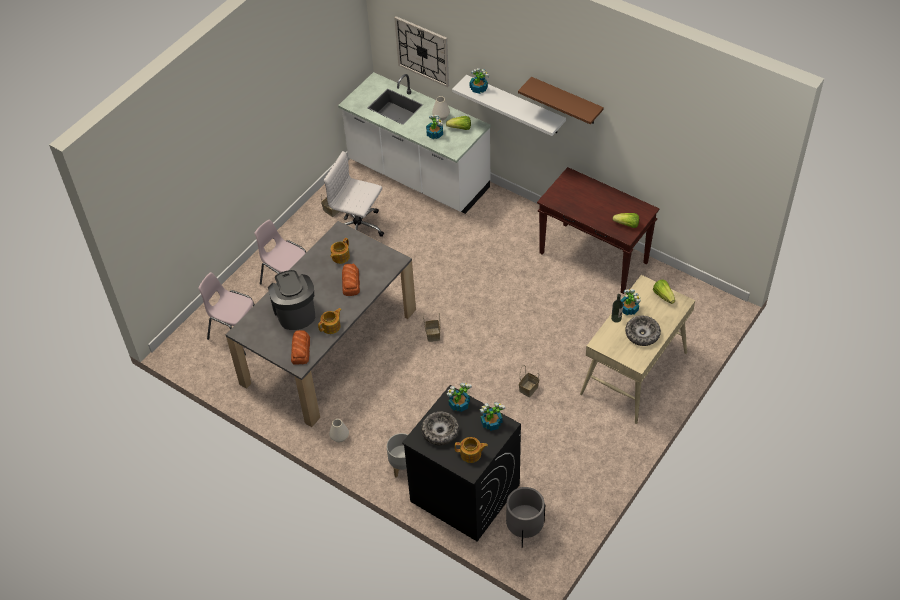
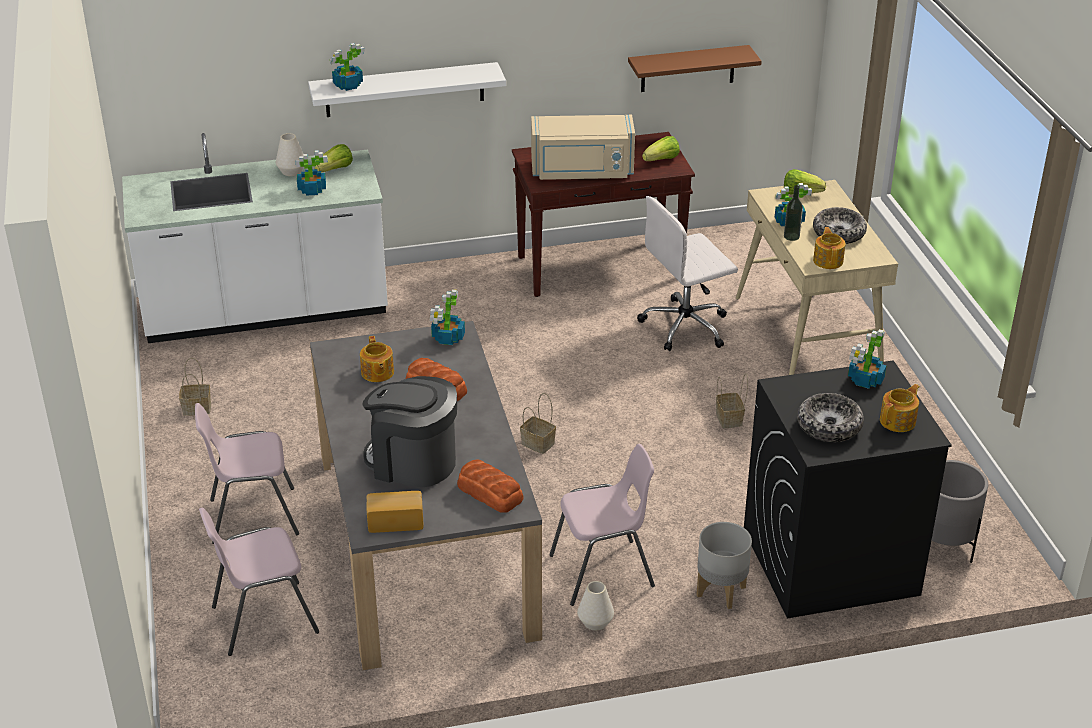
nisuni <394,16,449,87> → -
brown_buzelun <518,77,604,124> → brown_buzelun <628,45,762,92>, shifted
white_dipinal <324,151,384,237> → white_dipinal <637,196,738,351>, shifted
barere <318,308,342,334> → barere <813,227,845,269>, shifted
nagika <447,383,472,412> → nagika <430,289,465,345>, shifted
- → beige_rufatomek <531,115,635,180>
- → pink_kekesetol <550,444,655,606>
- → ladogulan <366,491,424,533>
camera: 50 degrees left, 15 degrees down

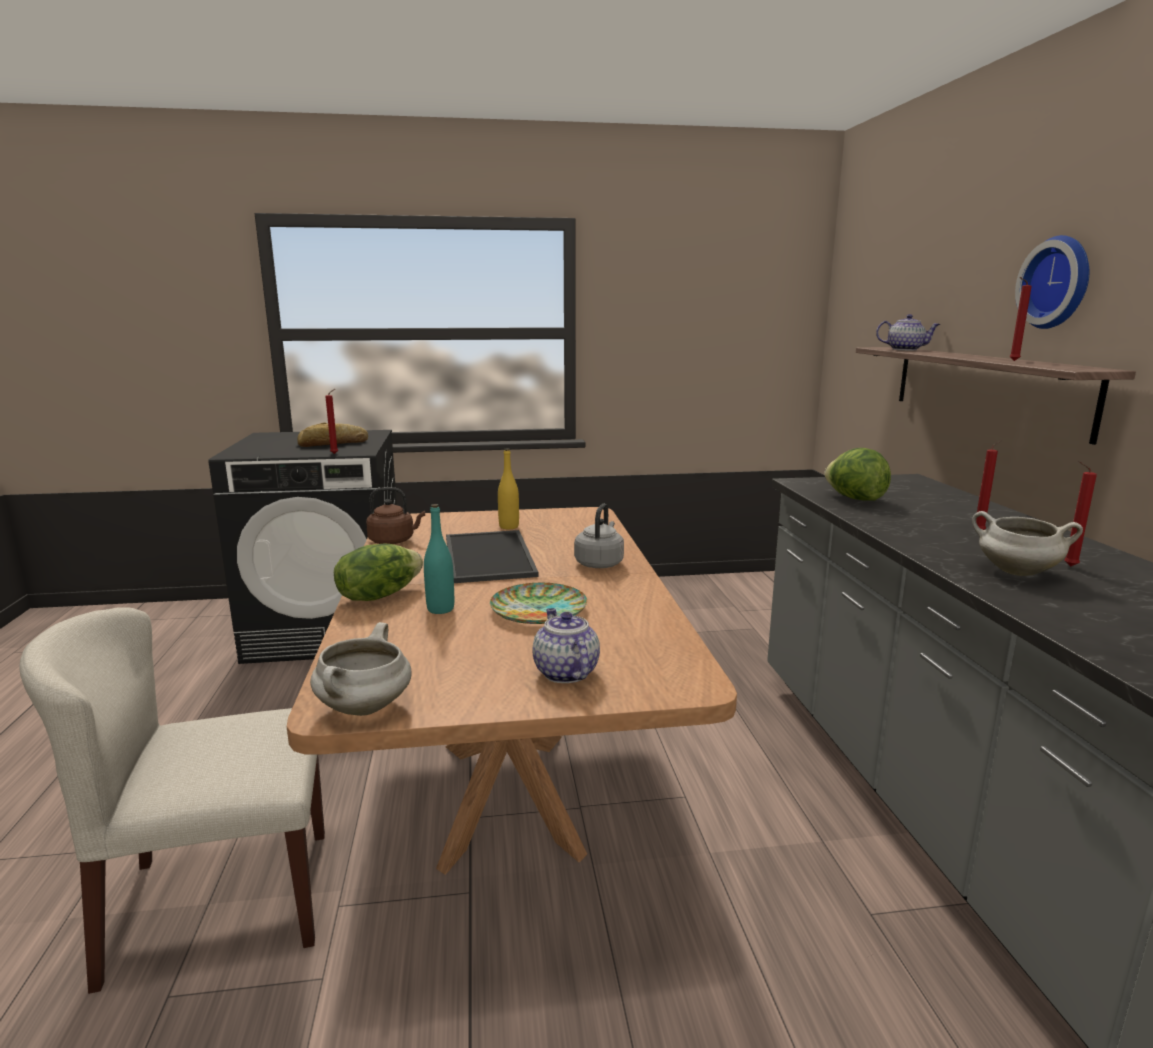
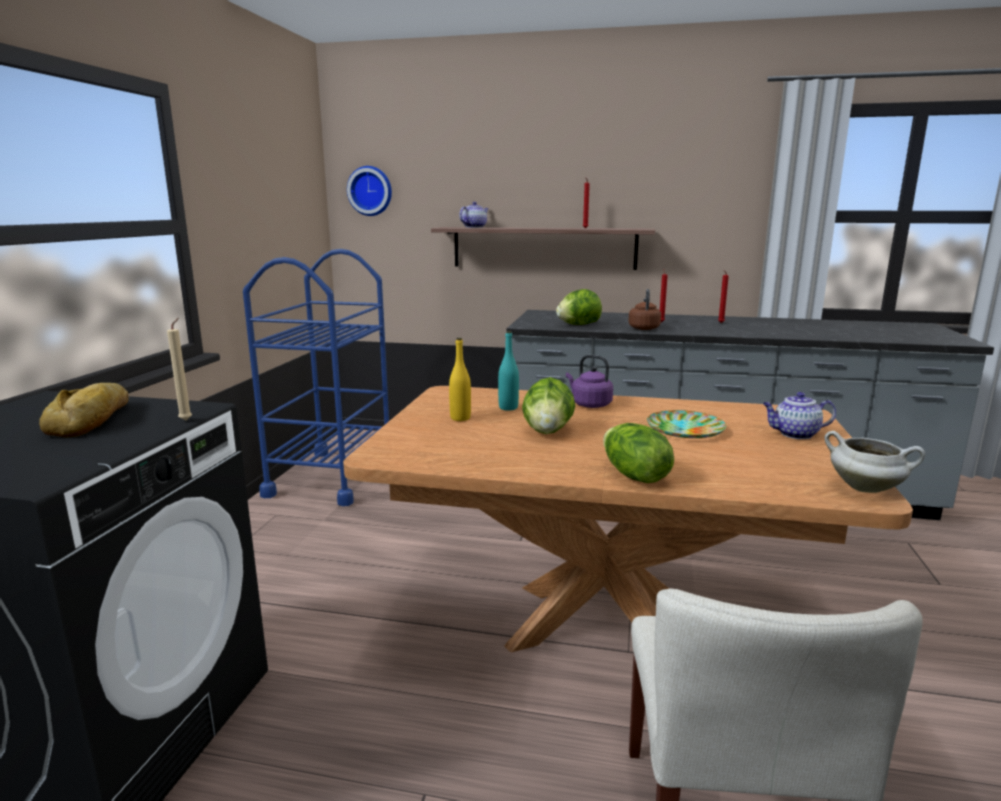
nisuni <1015,235,1089,329> → nisuni <347,166,392,216>, shifted
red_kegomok <325,389,338,454> → beige_kegomok <167,318,192,421>
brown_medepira <366,487,425,544> → brown_medepira <628,289,661,330>, shifted
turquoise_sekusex <424,504,454,614> → turquoise_sekusex <498,331,519,411>, shifted
grey_medepira <574,504,624,568> → purple_medepira <566,355,613,408>
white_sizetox <972,511,1083,576> → -
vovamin <446,530,539,583> → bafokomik <522,377,575,434>
- → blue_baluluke <243,249,389,506>
camera: 70 degrees left, 0 degrees up

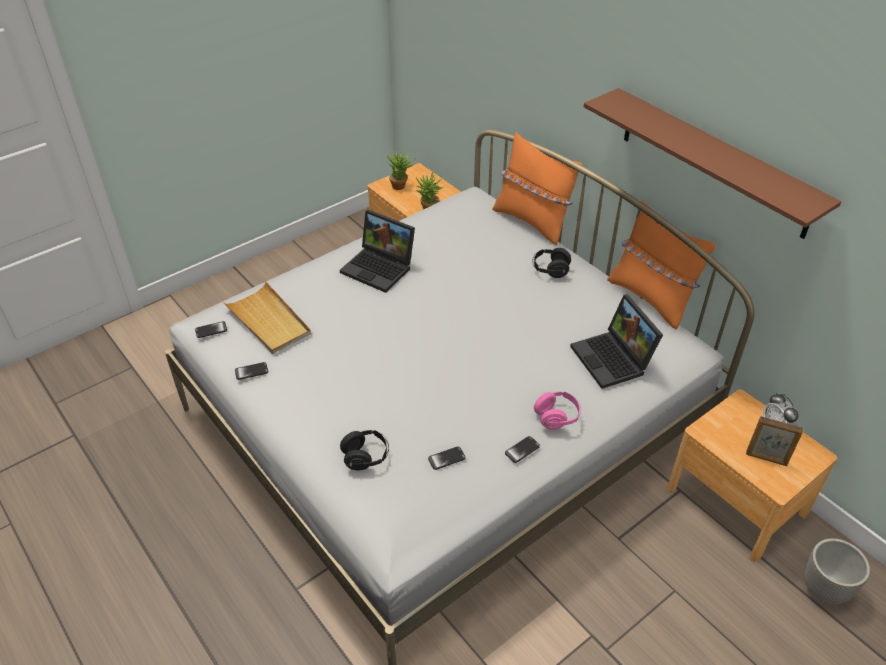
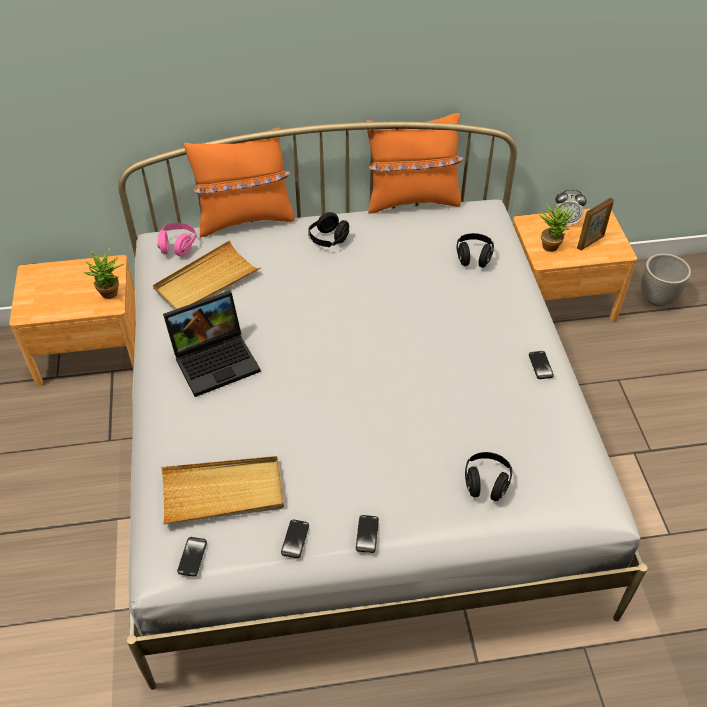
brown_buzelun <584,88,841,239> → -
nagika <387,149,416,190> → nagika <539,204,575,252>, shifted
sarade <570,294,663,389> → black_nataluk <456,233,494,268>
pink_nataluk <534,391,581,430> → pink_nataluk <157,223,197,257>, shifted
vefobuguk <428,446,465,470> → vefobuguk <356,515,379,553>, shifted
- → beige_vovamin <153,240,261,310>
camera: 60 degrees left, 5 degrees up

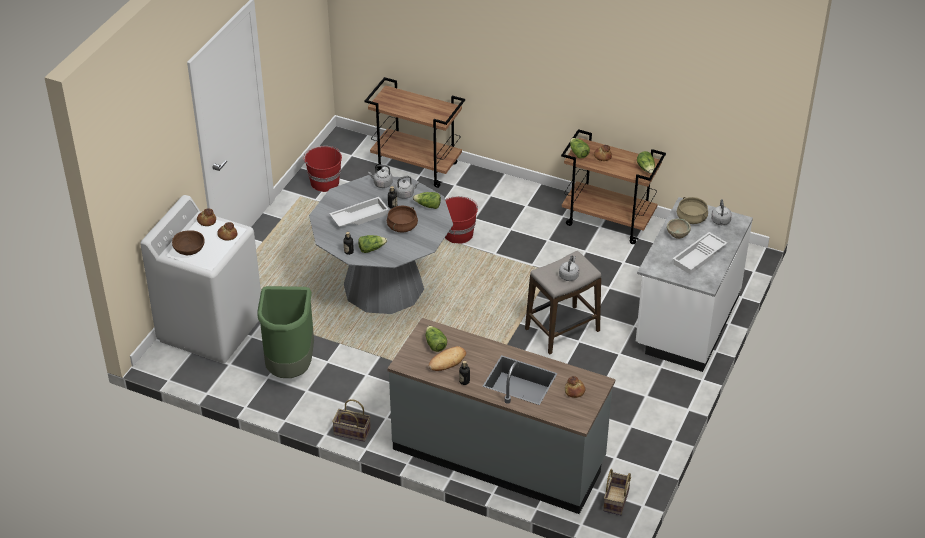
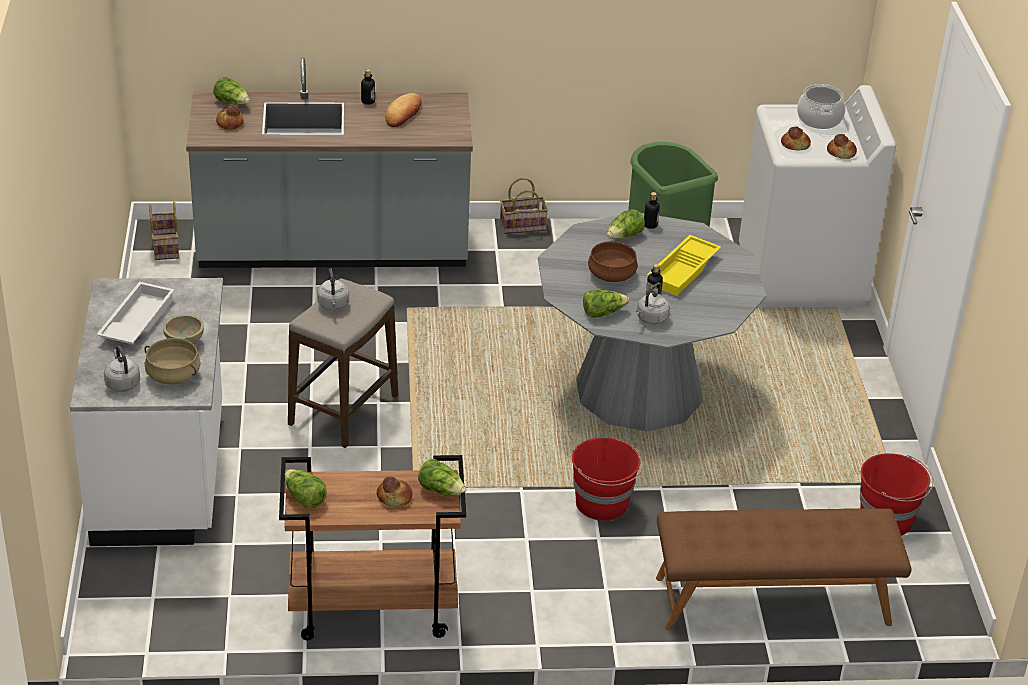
brown_baluluke <365,77,465,188> → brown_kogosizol <656,508,911,630>
grey_medepira <368,165,393,188> → -
white_vovamin <329,197,389,227> → yellow_vovamin <647,235,721,296>
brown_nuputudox <172,230,205,255> → sizetox <797,84,845,129>
bafokomik <426,326,447,352> → bafokomik <213,77,250,105>, shifted
camera: 150 degrees right, 5 degrees down

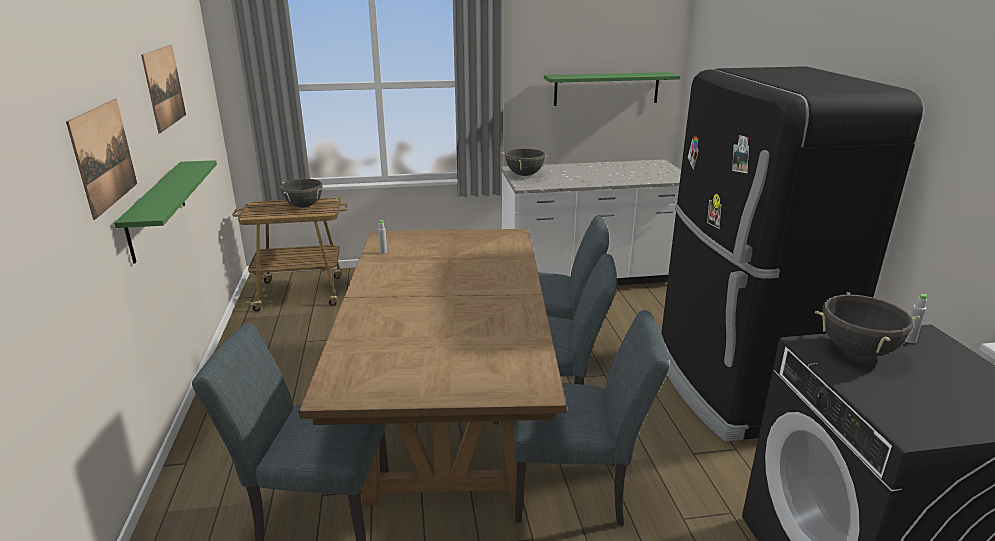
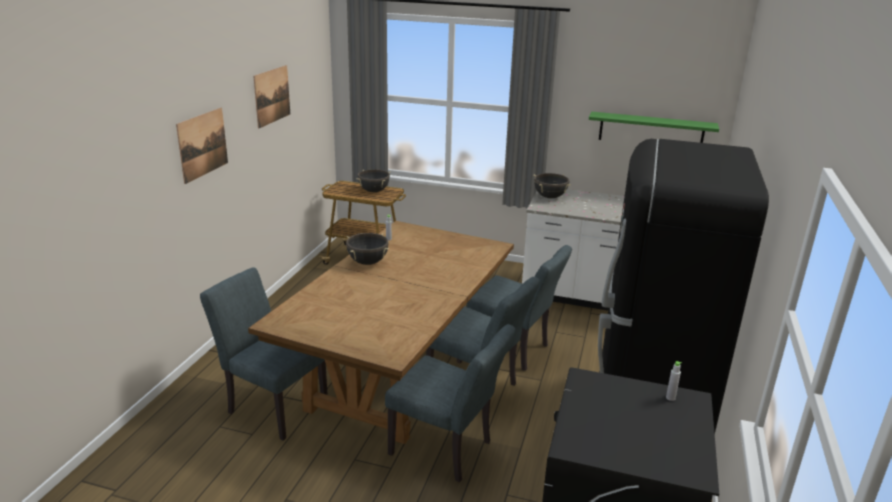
green_buzelun <114,160,217,264> → -
black_sizetox <815,292,920,357> → black_sizetox <346,233,389,265>, shifted
camera: 25 degrees right, 0 degrees up

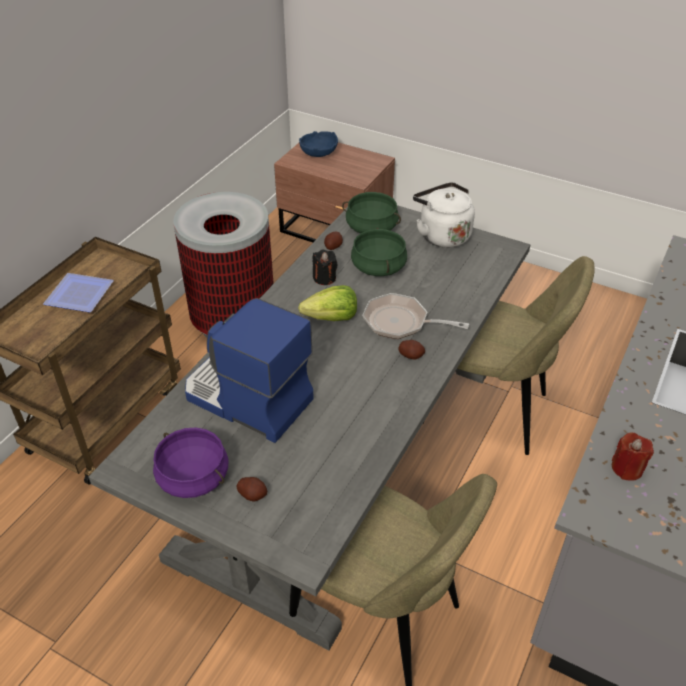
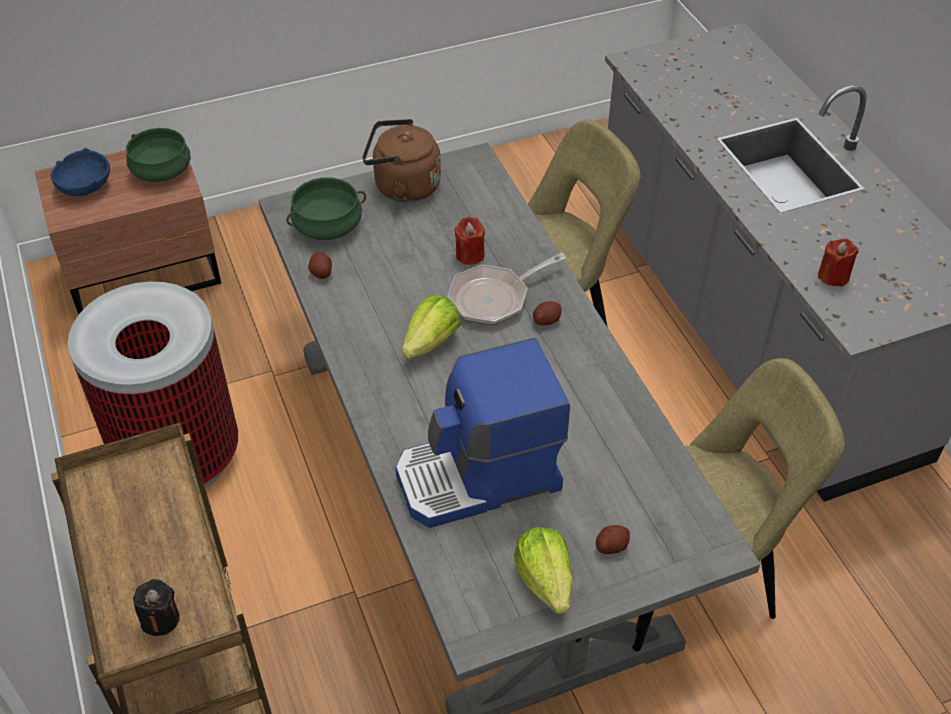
white_medepira <413,182,475,248> → brown_medepira <362,119,441,202>
green_sizetox <351,228,407,276> → green_sizetox <126,128,191,182>, shifted
black_kegomok <313,249,338,285> → black_kegomok <133,579,180,636>, shifted
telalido <43,273,114,313> → -
purple_sizetox <153,427,228,498> → bafokomik <514,527,573,614>
- → red_kegomok <454,217,485,265>
camera: 50 degrees left, 5 degrees up

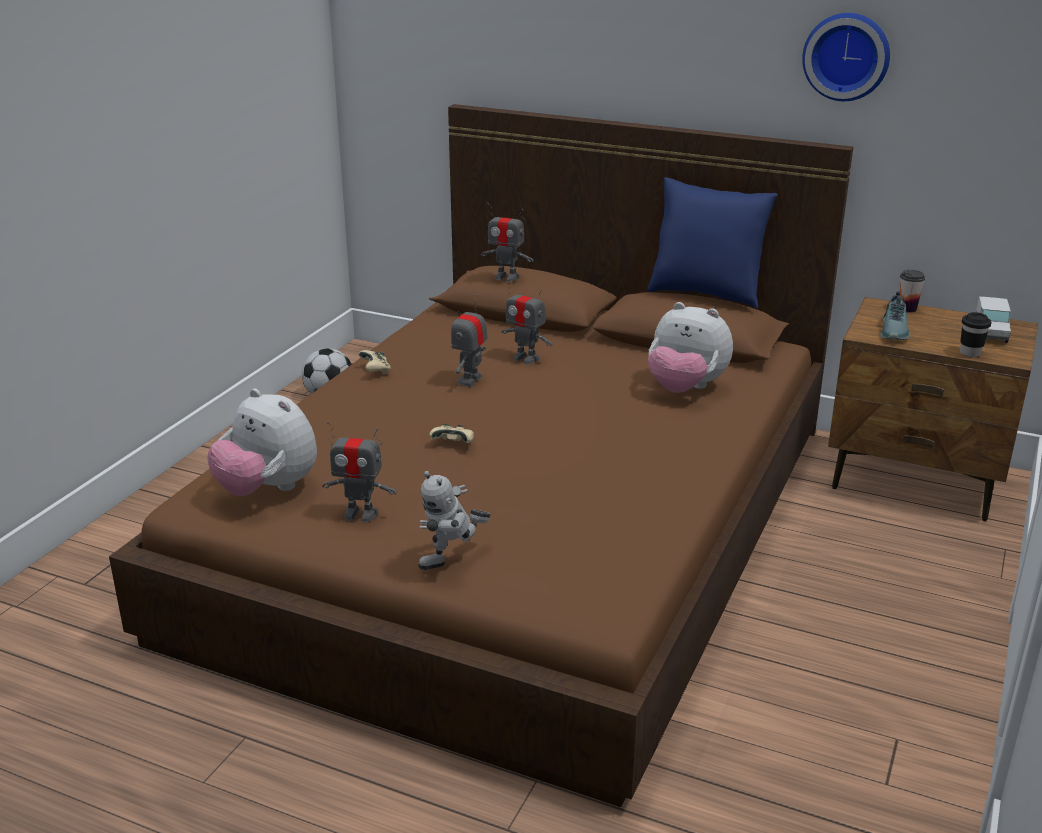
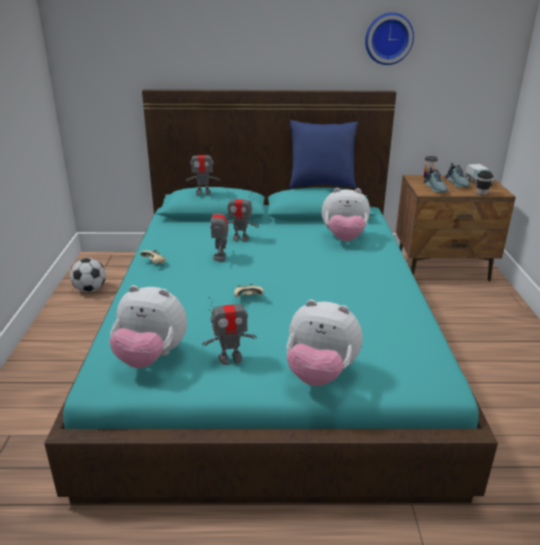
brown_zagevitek <109,104,853,807> → turquoise_zagevitek <44,89,498,504>
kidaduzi <418,471,491,570> → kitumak <286,299,362,386>
- → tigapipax <445,163,471,188>
camera: 25 degrees left, 0 degrees up

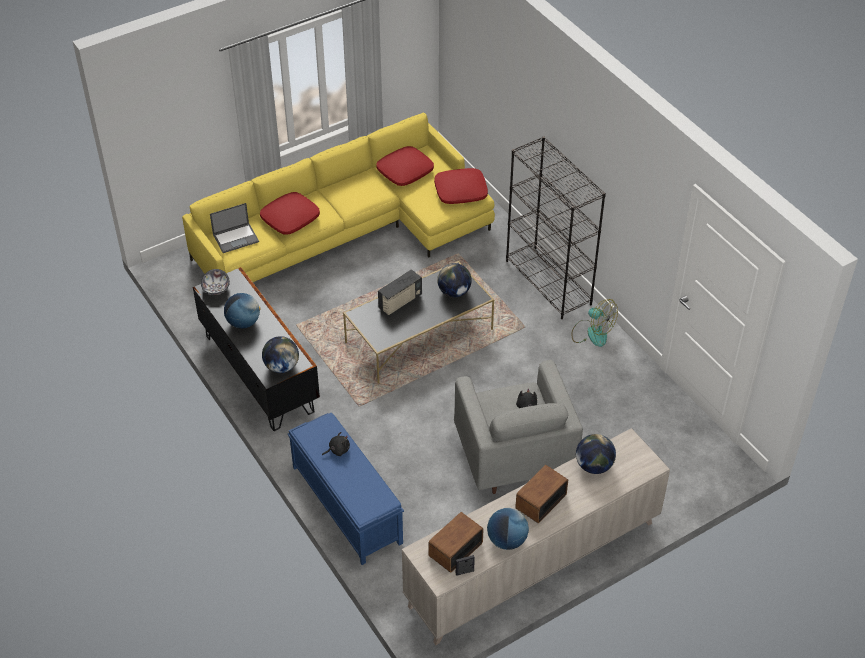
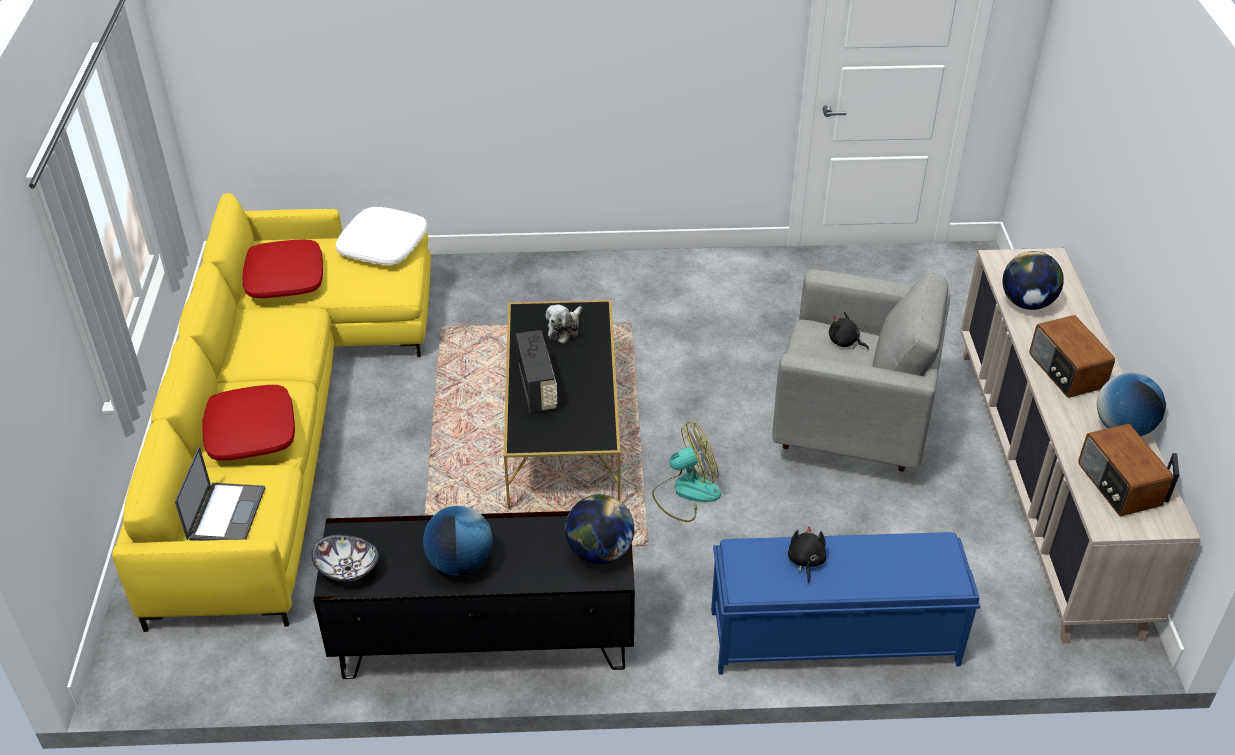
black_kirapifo <506,136,606,319> → -
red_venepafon <434,168,488,204> → white_venepafon <336,207,427,265>
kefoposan <437,263,472,297> → kitumak <546,305,582,344>
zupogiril <572,299,618,347> → zupogiril <652,422,721,522>, shifted
camera: 60 degrees left, 5 degrees down

